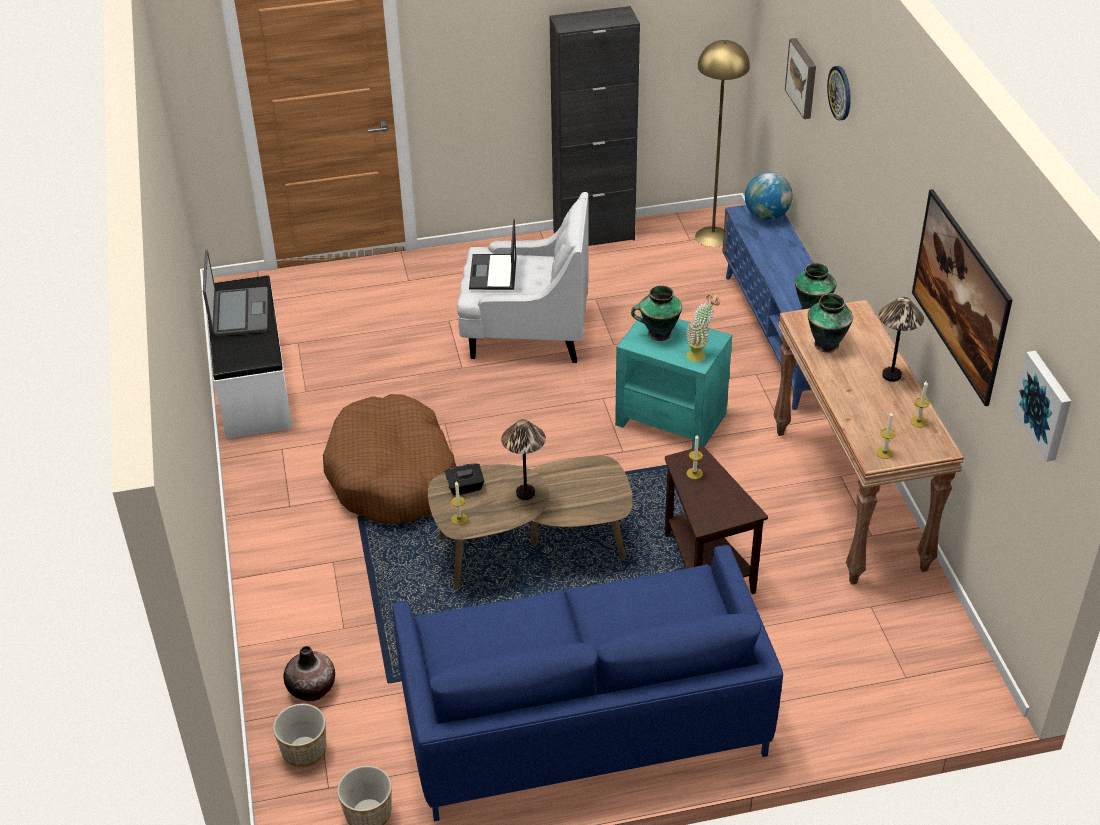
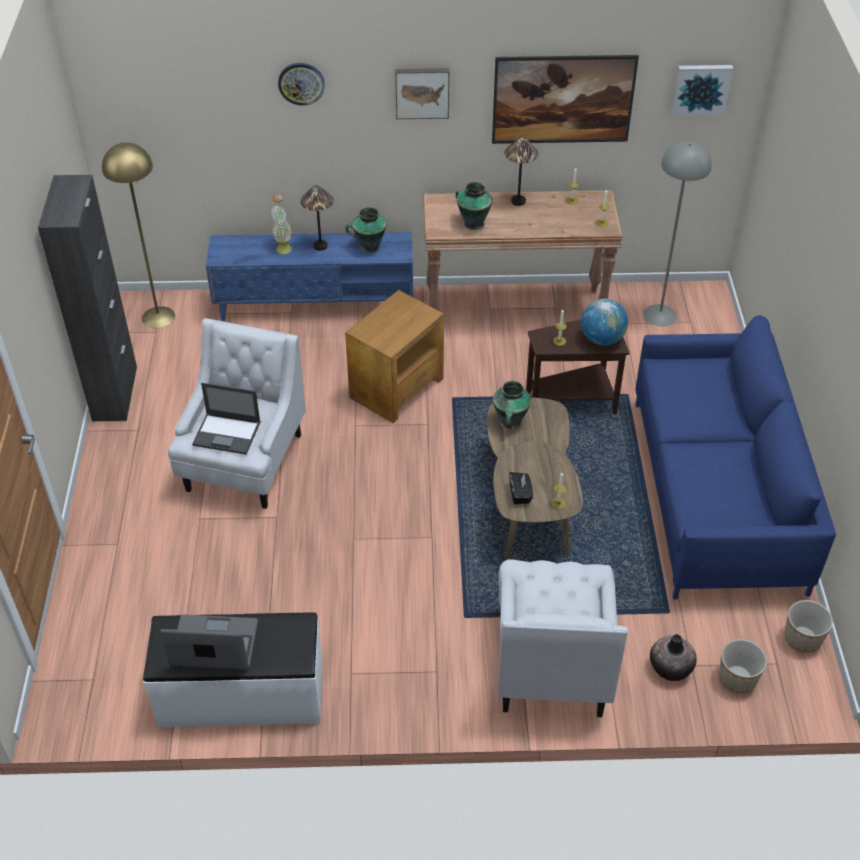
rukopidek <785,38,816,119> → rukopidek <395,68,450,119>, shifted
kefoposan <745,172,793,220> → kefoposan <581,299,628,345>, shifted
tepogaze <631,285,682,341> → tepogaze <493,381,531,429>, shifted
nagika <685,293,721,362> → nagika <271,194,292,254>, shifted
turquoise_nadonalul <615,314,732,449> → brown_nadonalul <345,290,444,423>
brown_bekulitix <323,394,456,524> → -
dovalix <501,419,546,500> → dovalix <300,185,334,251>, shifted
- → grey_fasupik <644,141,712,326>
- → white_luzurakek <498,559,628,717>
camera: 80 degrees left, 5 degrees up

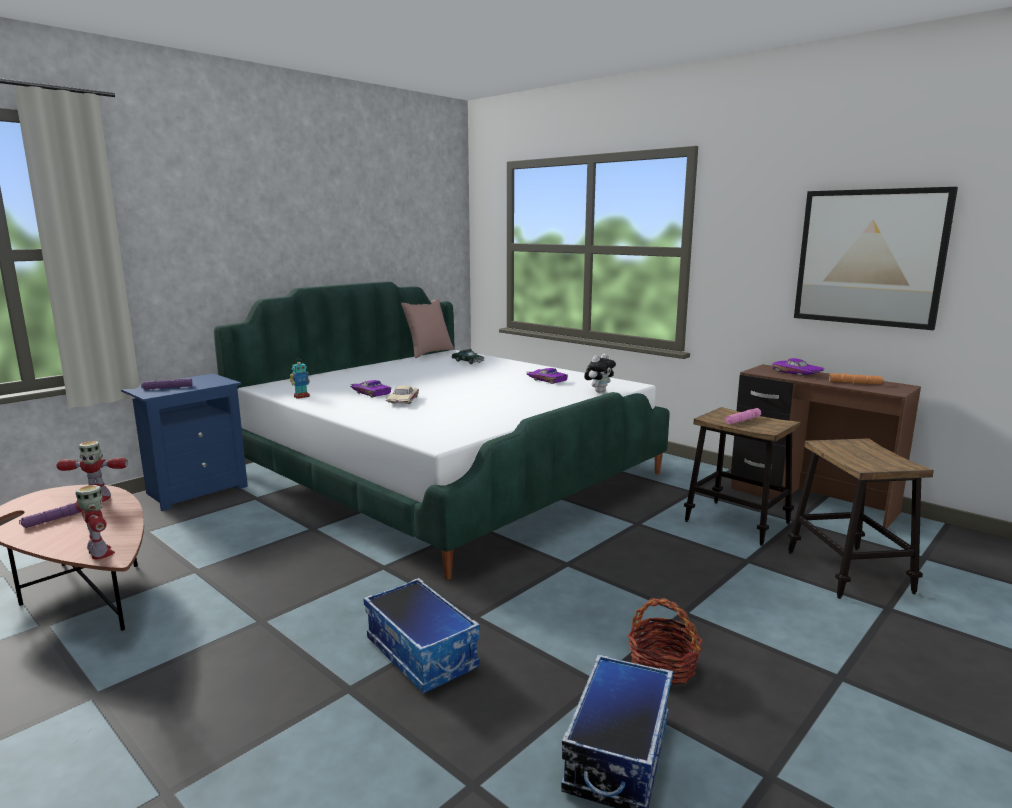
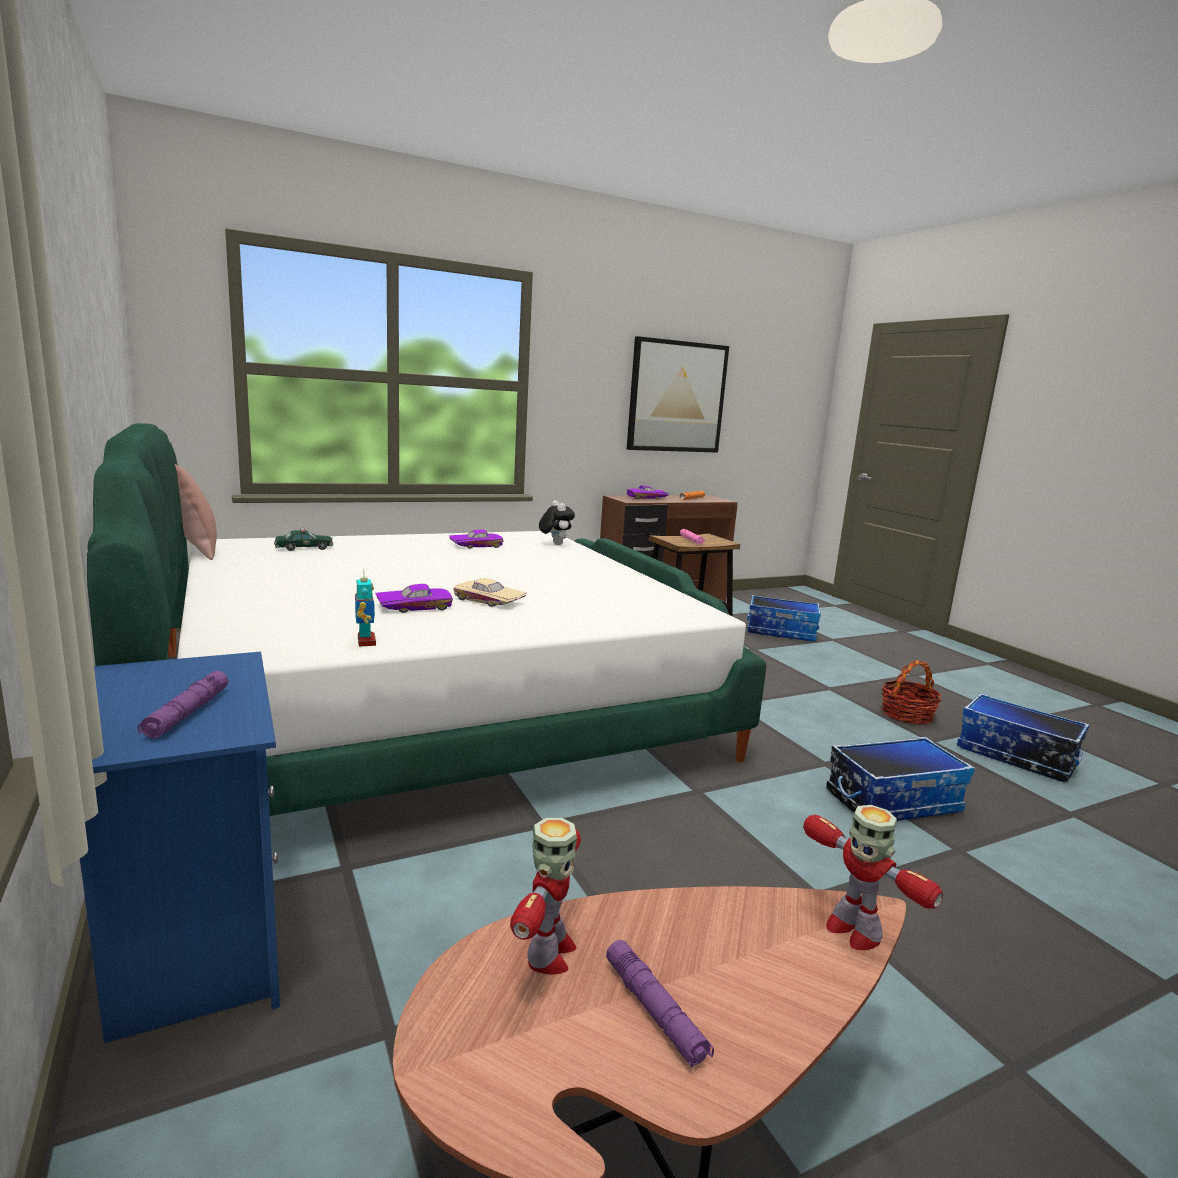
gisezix <788,438,934,599> → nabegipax <747,595,821,641>
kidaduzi <75,485,115,559> → kidaduzi <803,805,943,950>, 105 degrees counterclockwise
camera: 70 degrees left, 0 degrees up

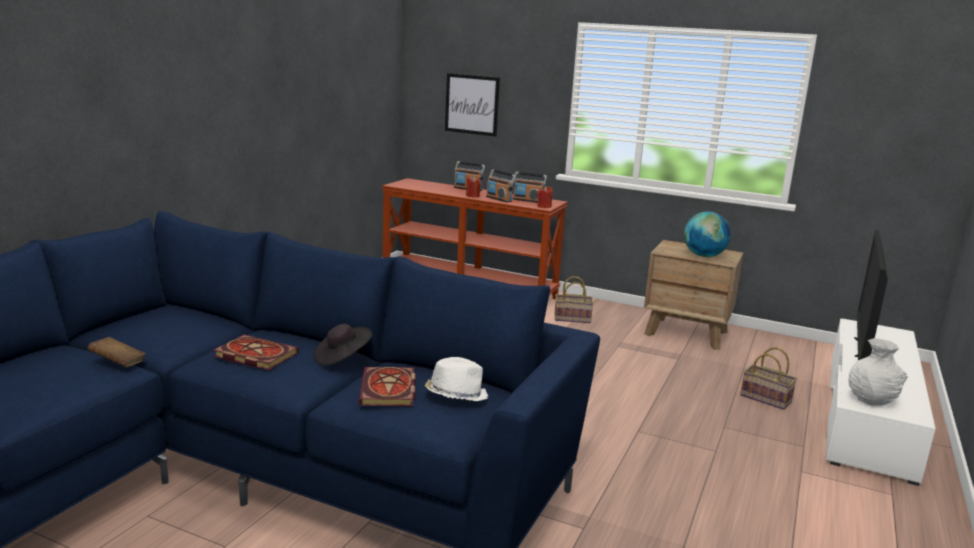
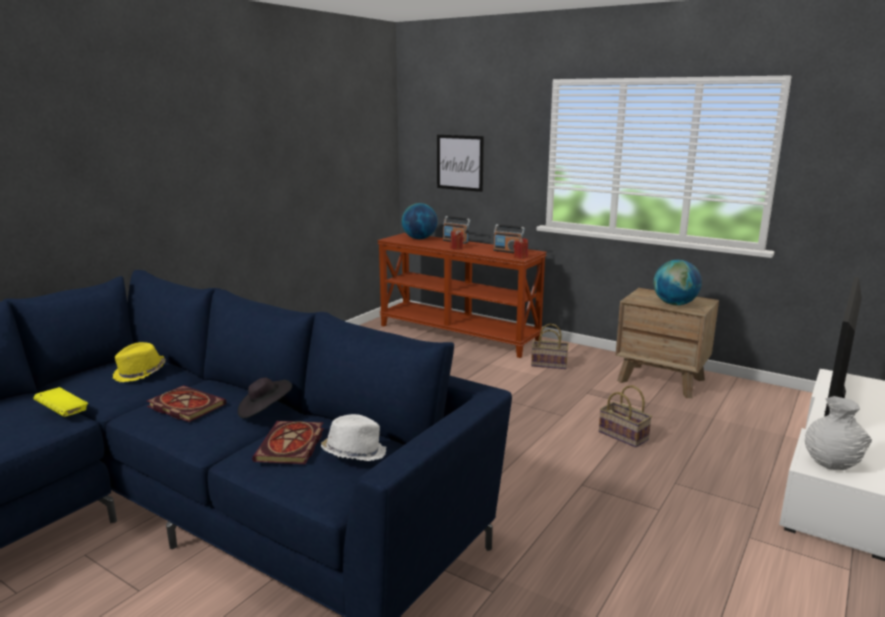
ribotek <486,170,516,202> → -
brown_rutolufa <87,337,145,367> → yellow_rutolufa <33,387,88,417>
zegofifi <740,347,797,410> → zegofifi <599,385,652,448>, shifted
- → kefoposan <402,203,438,239>
- → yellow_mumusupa <113,342,166,382>
camera: 10 degrees right, 0 degrees up

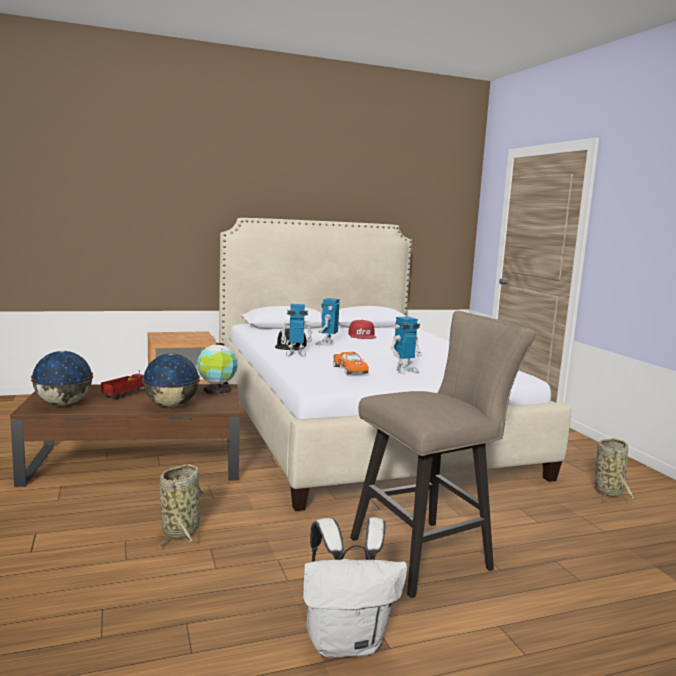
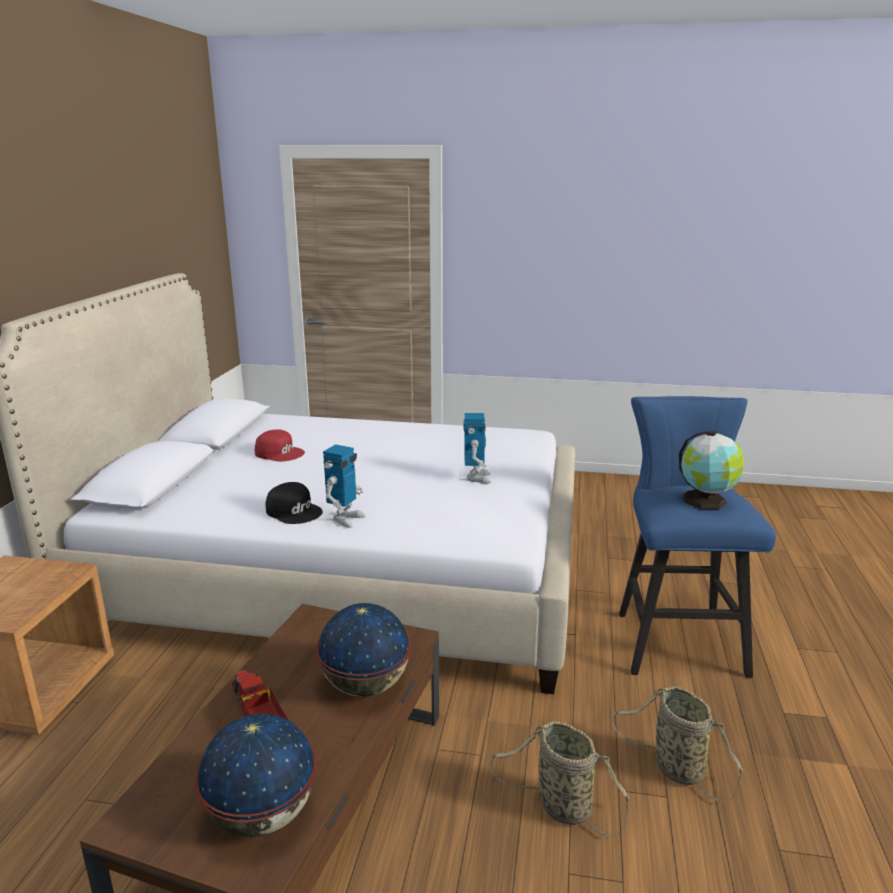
kidaduzi <315,298,340,346> → -
beige_gisezix <350,311,535,598> → blue_gisezix <619,396,776,678>
kefoposan <197,343,238,395> → kefoposan <679,431,744,509>, shifted
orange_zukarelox <333,352,369,374> → -
zegofifi <595,438,634,502> → zegofifi <613,686,743,802>, shifted
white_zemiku <303,517,407,658> → -
camera: 60 degrees left, 10 degrees up

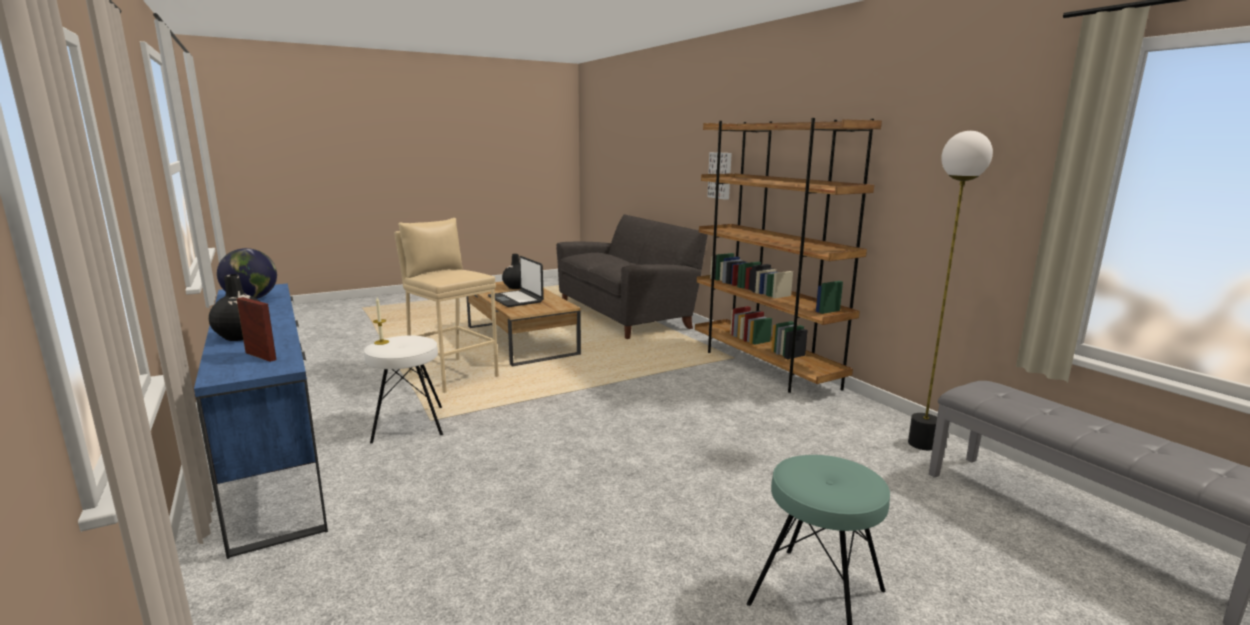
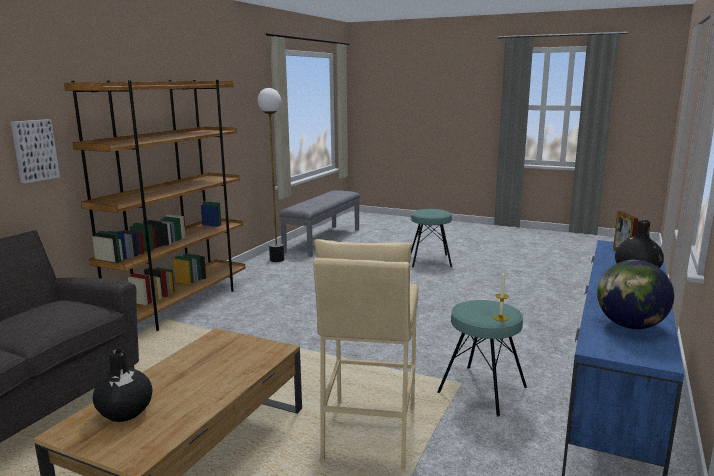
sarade <488,256,544,307> → -
white_gisezix <364,335,443,444> → turquoise_gisezix <437,300,527,417>
camera: 125 degrees left, 0 degrees up

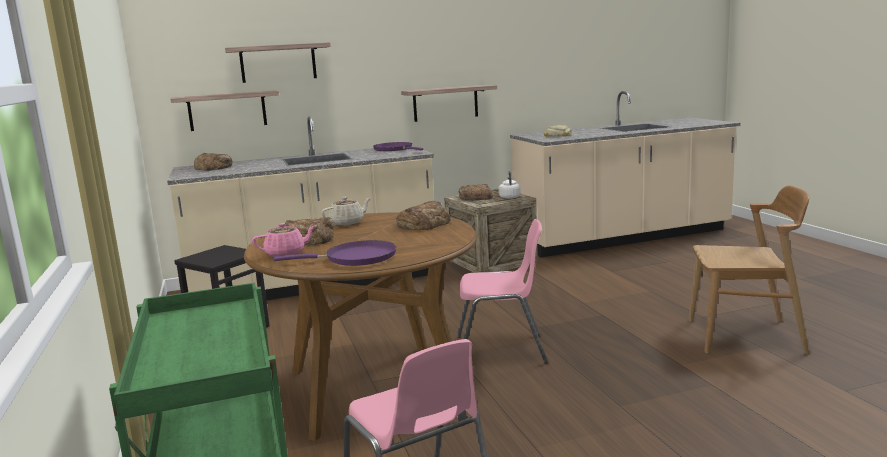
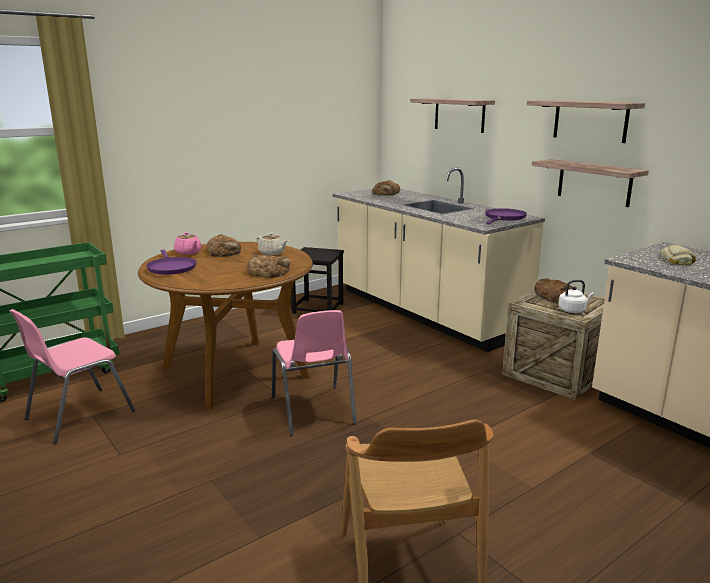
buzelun <170,90,279,131> → buzelun <527,100,645,143>, shifted
camera: 70 degrees right, 5 degrees up

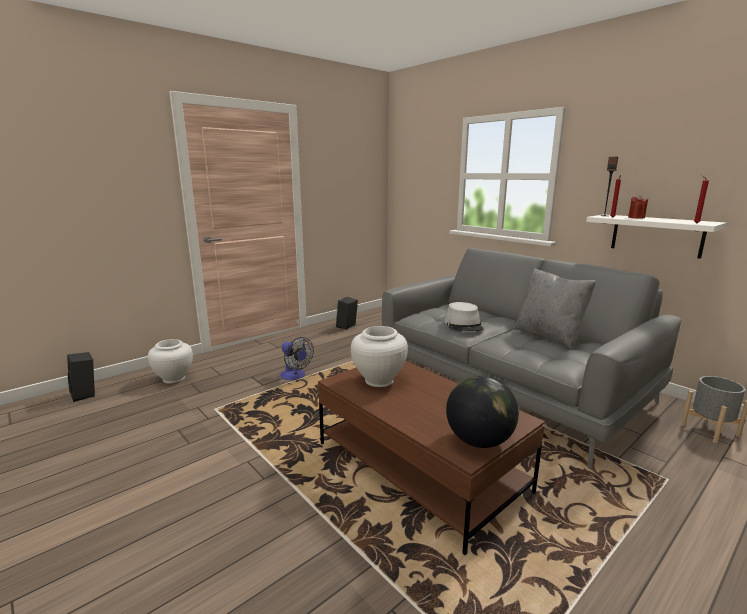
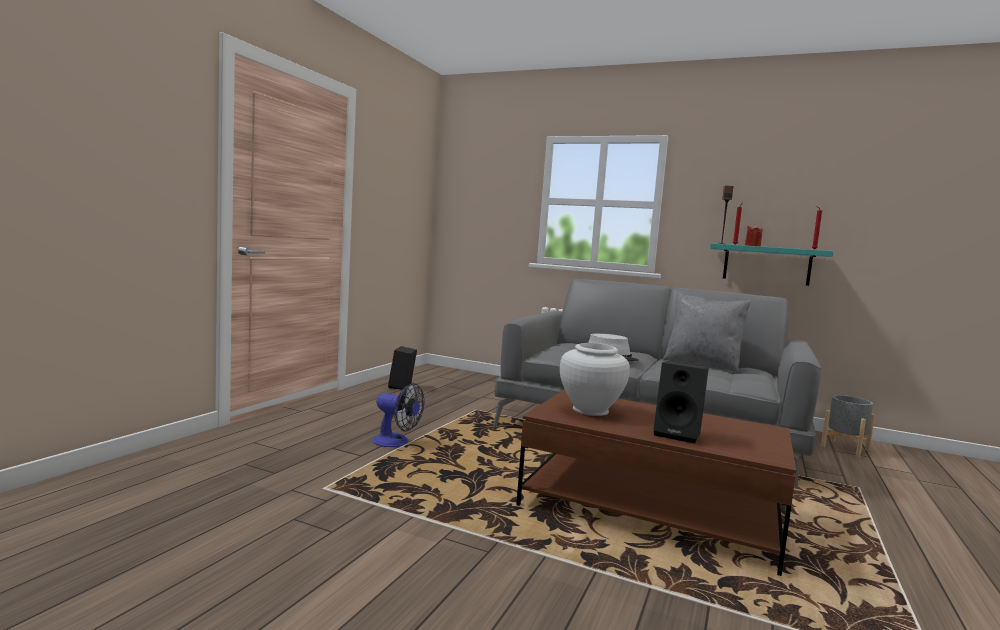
white_buzelun <586,215,727,259> → turquoise_buzelun <710,243,834,286>
white_tepogaze <148,339,193,383> → -
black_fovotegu <67,352,95,402> → black_fovotegu <653,361,709,444>, shifted
kefoposan <446,376,519,448> → -
camera: 25 degrees left, 10 degrees down

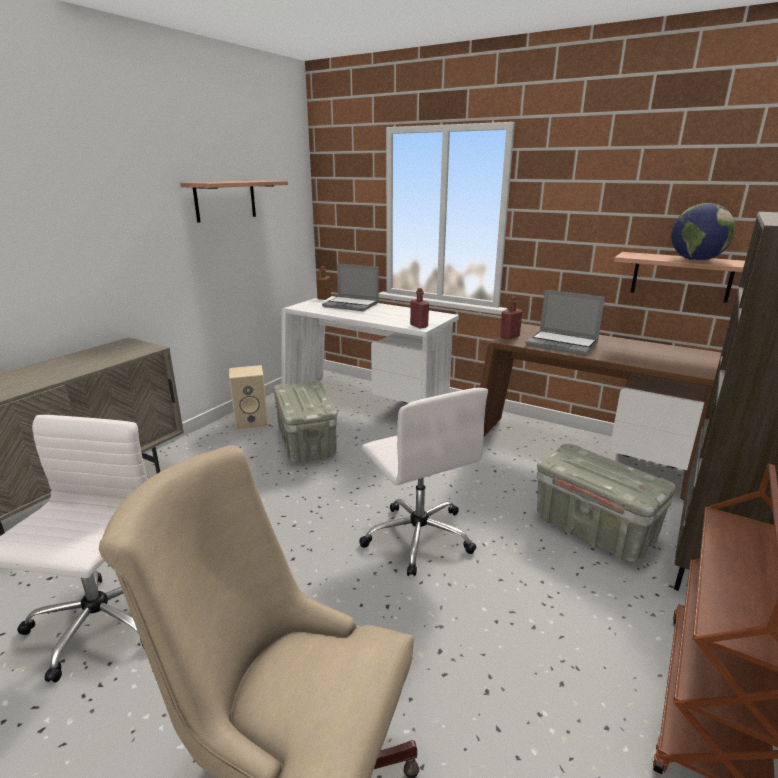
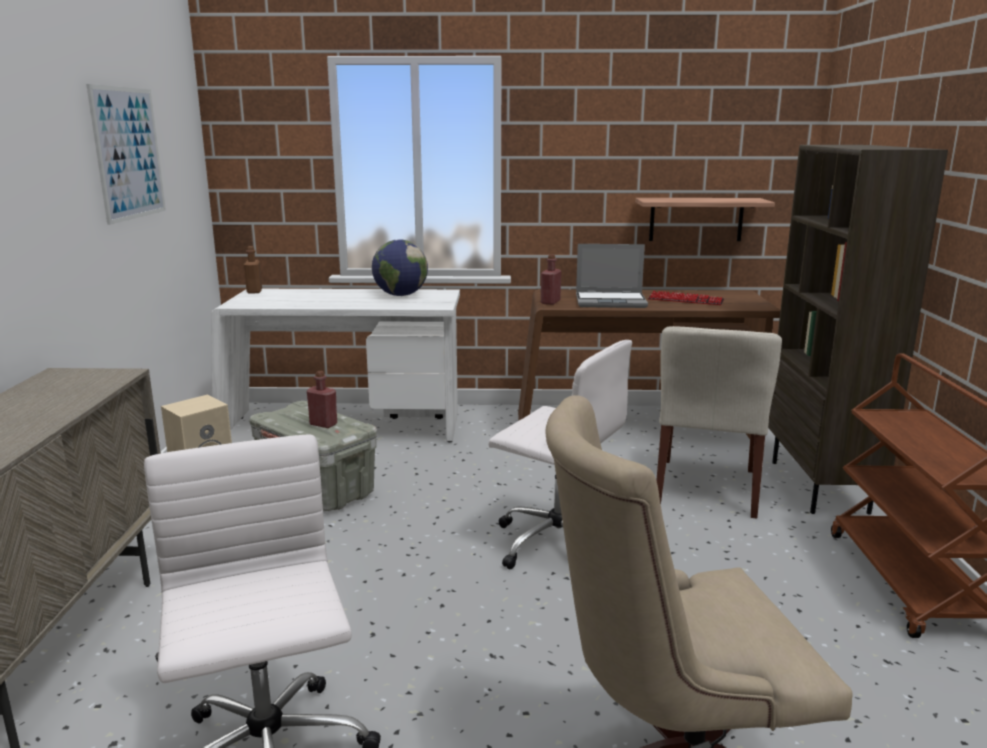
buzelun <180,181,288,223> → rukopidek <86,84,166,225>
kefoposan <671,203,735,261> → kefoposan <372,239,428,296>, shifted
sarade <322,263,379,311> → -
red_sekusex <410,288,429,329> → red_sekusex <307,371,337,428>, shifted
grey_nabegipax <537,444,676,562> → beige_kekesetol <656,326,782,519>
- → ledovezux <648,291,724,305>
camera: 30 degrees left, 5 degrees down

